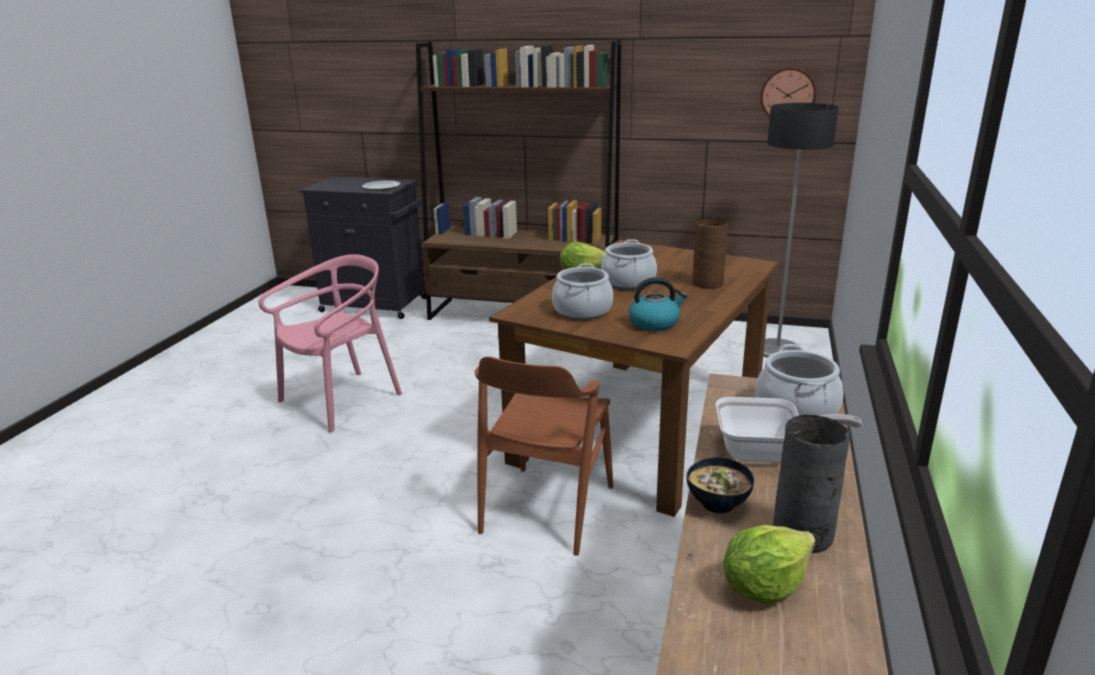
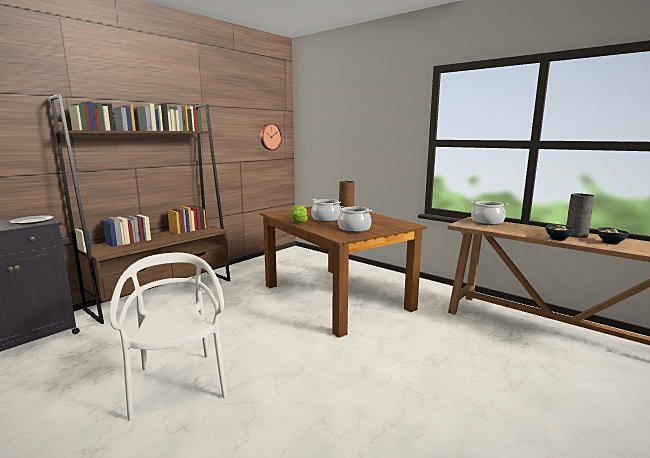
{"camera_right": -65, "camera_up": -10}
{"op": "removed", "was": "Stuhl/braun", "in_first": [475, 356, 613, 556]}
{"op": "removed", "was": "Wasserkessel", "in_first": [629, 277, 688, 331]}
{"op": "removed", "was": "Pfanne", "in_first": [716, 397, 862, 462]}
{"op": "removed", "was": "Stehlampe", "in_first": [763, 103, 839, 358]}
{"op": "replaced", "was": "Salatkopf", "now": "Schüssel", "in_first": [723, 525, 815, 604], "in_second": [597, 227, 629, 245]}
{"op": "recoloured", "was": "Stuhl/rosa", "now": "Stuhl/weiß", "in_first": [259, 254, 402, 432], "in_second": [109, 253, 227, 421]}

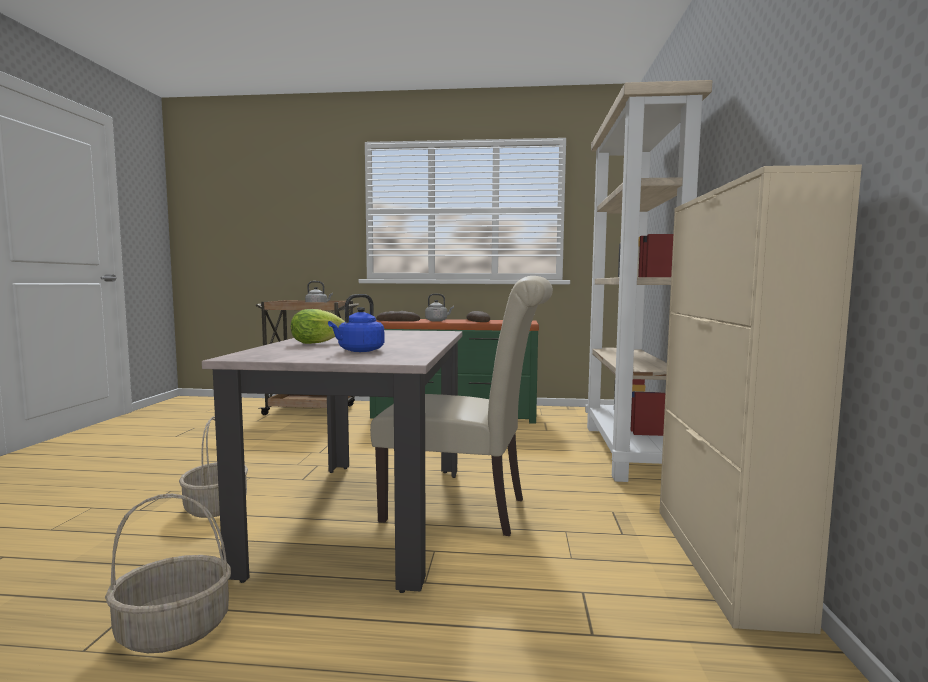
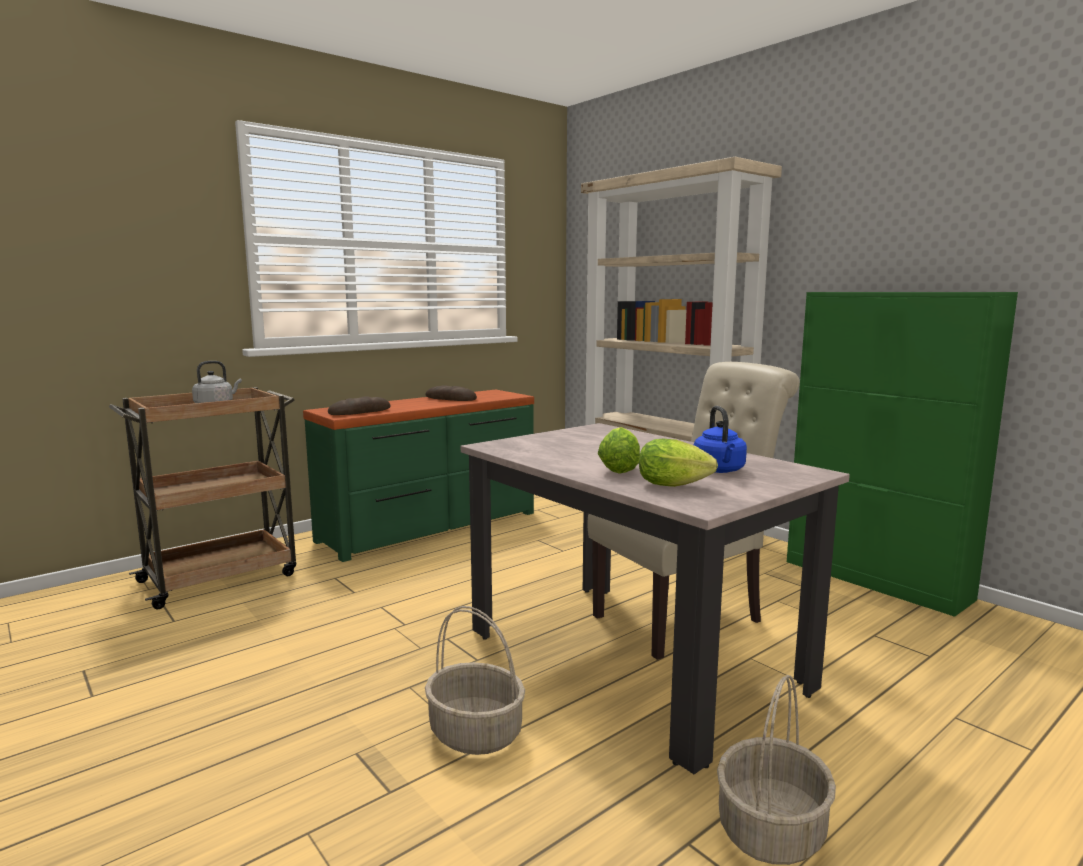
{"camera_right": -45, "camera_up": 5}
{"op": "removed", "was": "Wasserkessel/grau", "in_first": [425, 294, 454, 322]}
{"op": "added", "now": "Salatkopf", "in_second": [639, 439, 718, 487]}
{"op": "recoloured", "was": "Schrank/beige", "now": "Schrank/grün", "in_first": [659, 165, 862, 634], "in_second": [787, 292, 1018, 617]}

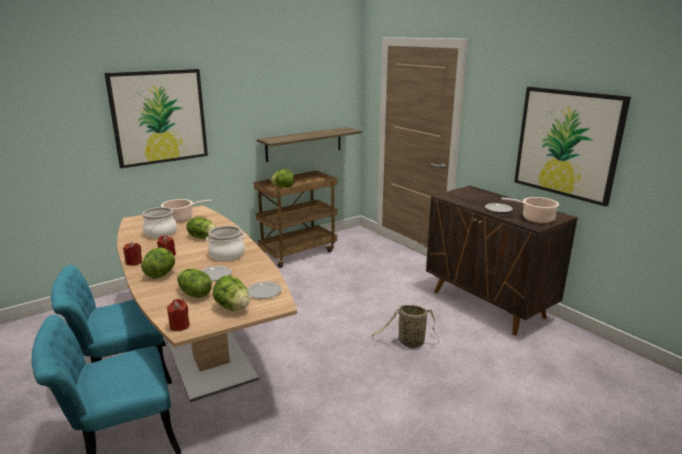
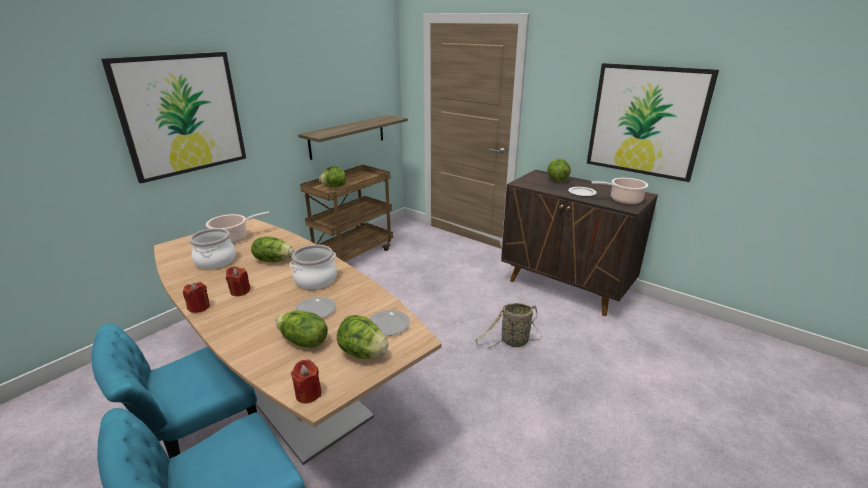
{"camera_right": -15, "camera_up": 5}
{"op": "moved", "was": "Salatkopf", "in_first": [141, 247, 175, 279], "in_second": [547, 158, 571, 182]}

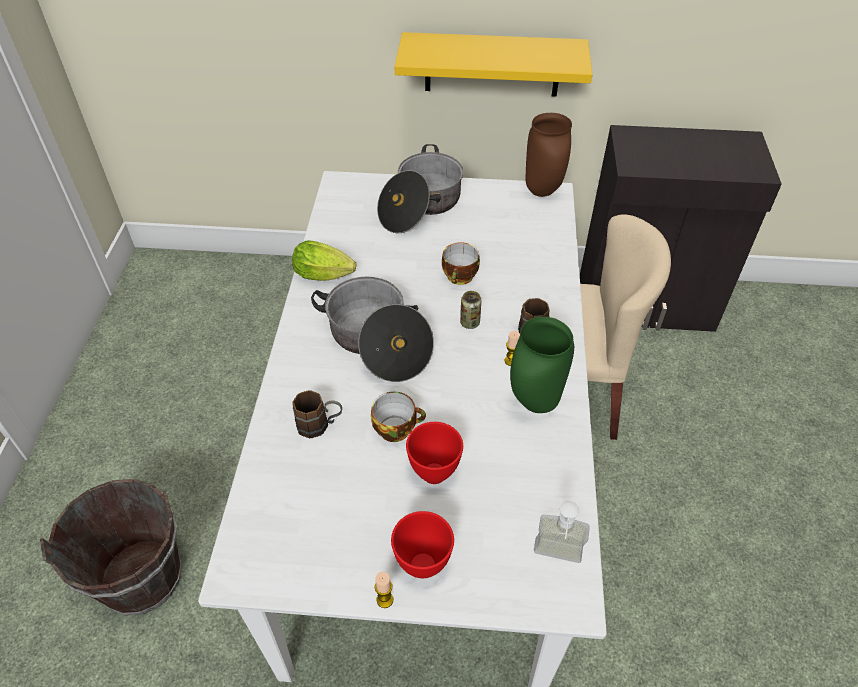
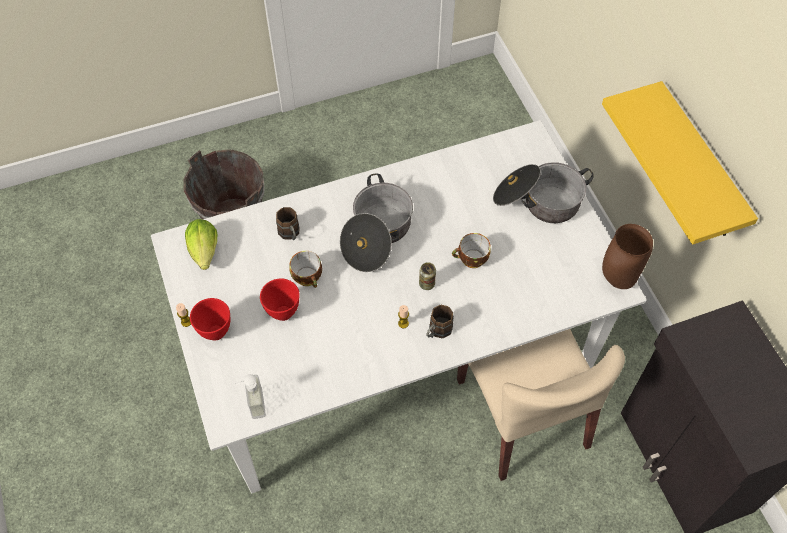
{"camera_right": 65, "camera_up": 10}
{"op": "removed", "was": "Vase/grün", "in_first": [510, 317, 574, 413]}
{"op": "moved", "was": "Salatkopf", "in_first": [292, 240, 356, 281], "in_second": [185, 219, 217, 270]}

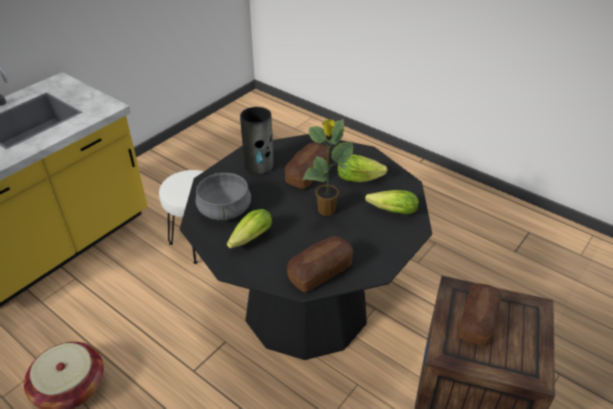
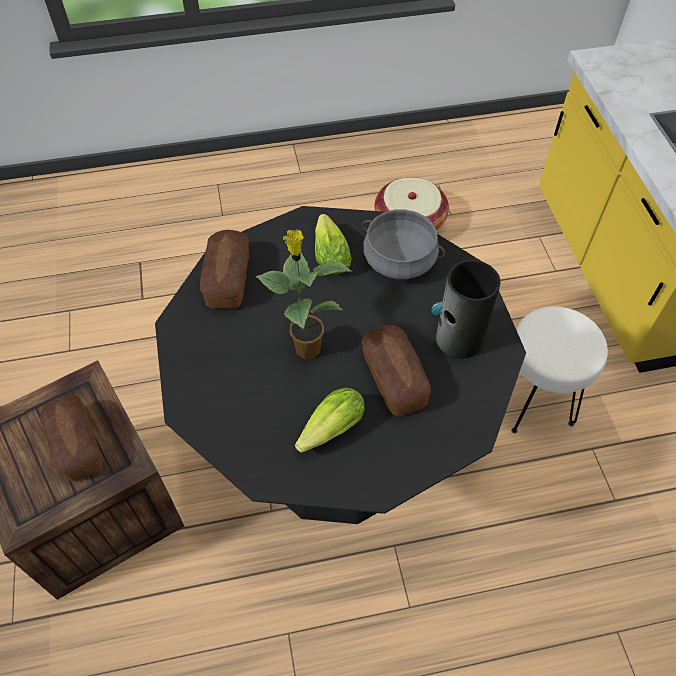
{"camera_right": 130, "camera_up": 15}
{"op": "removed", "was": "Salatkopf", "in_first": [365, 190, 419, 214]}

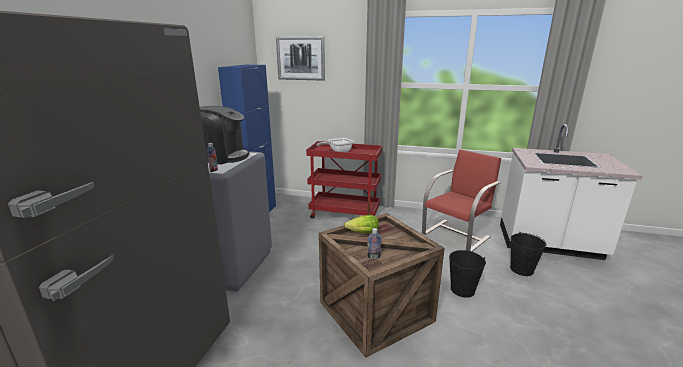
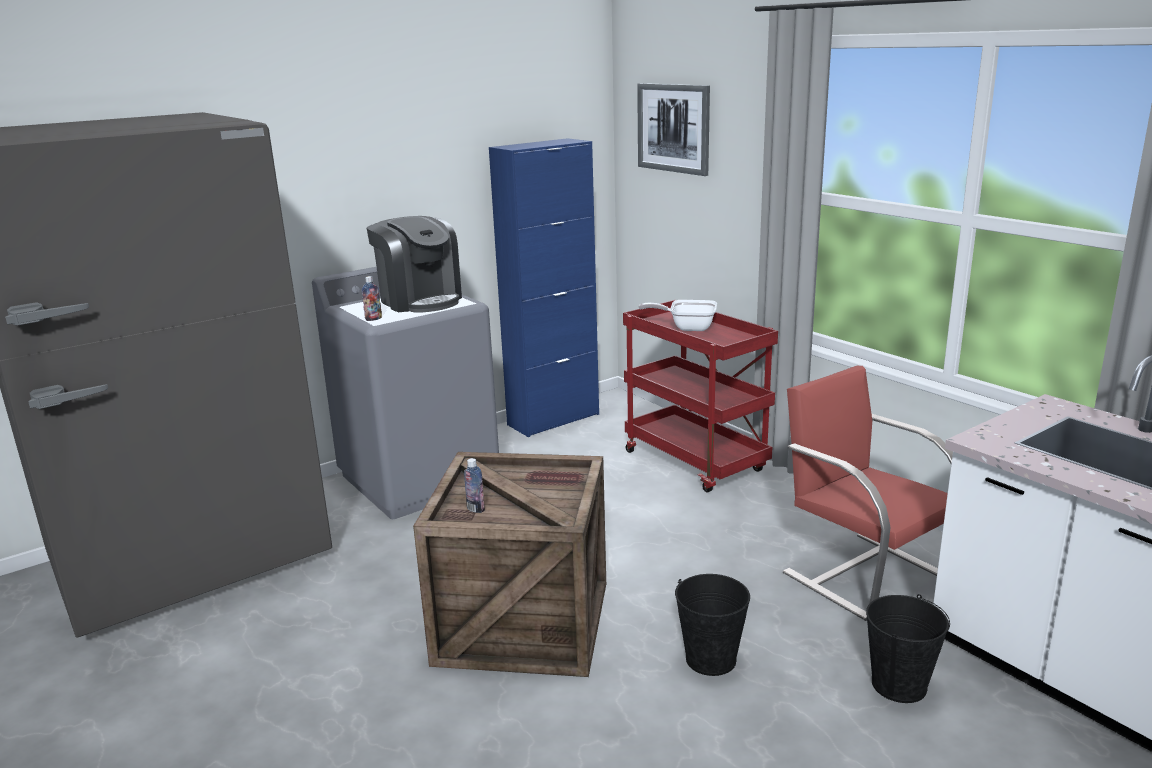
{"camera_right": 40, "camera_up": 0}
{"op": "removed", "was": "Salatkopf", "in_first": [344, 215, 379, 234]}
{"op": "turned", "was": "Stuhl/rot", "in_first": [422, 149, 501, 252], "in_second": [783, 366, 953, 621], "clockwise": -120}

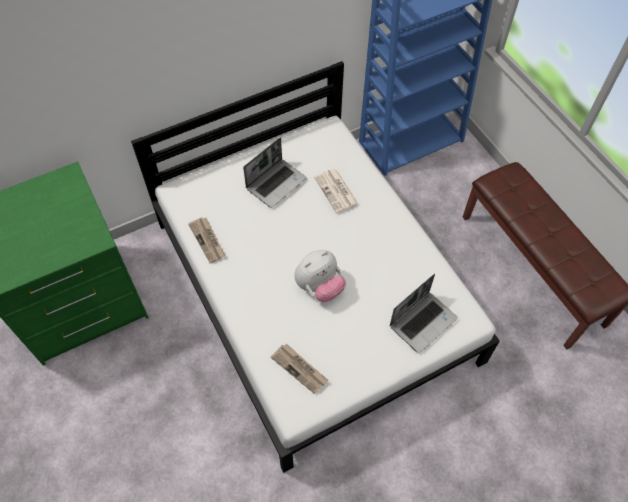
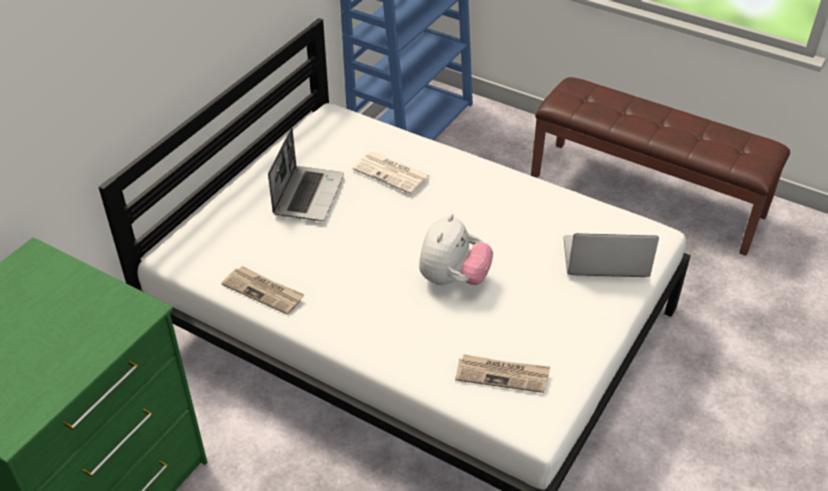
{"camera_right": -30, "camera_up": -15}
{"op": "turned", "was": "Laptop", "in_first": [390, 274, 458, 353], "in_second": [564, 233, 659, 277], "clockwise": -105}

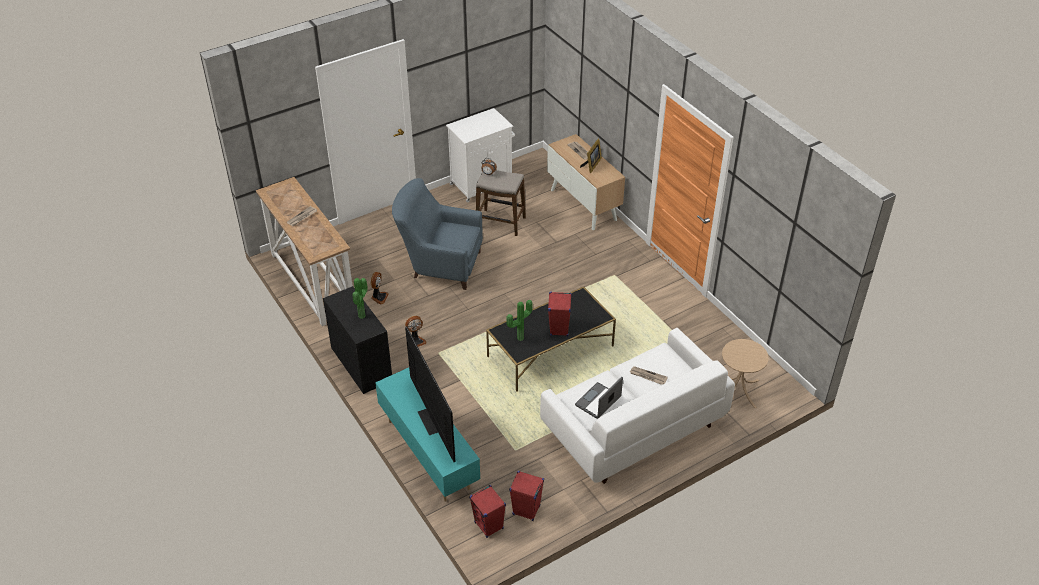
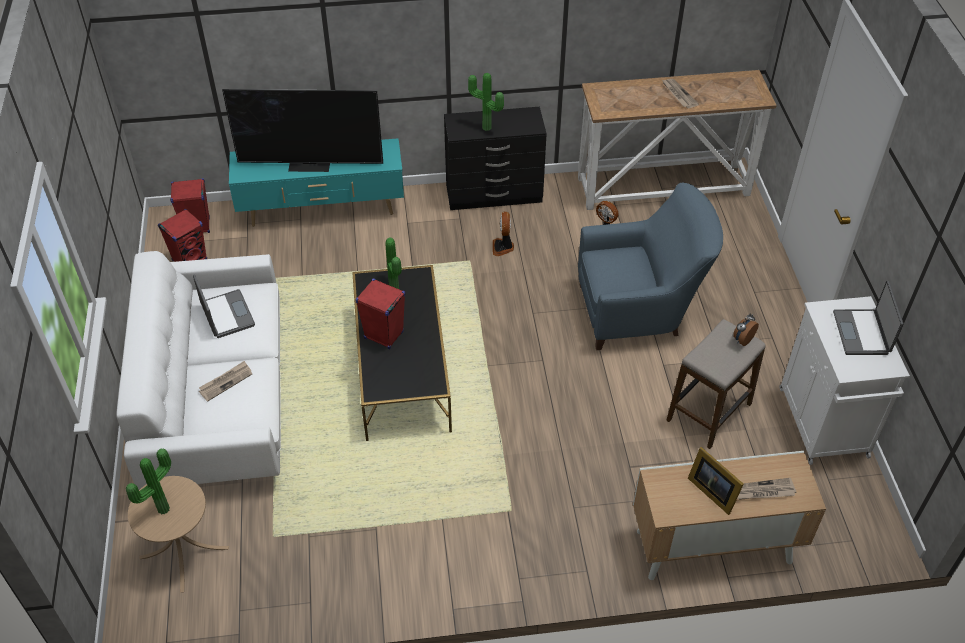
{"camera_right": 115, "camera_up": 5}
{"op": "added", "now": "Topfpflanze", "in_second": [126, 449, 171, 515]}
{"op": "added", "now": "Laptop", "in_second": [833, 281, 903, 355]}
{"op": "turned", "was": "Sessel/blau", "in_first": [392, 178, 483, 290], "in_second": [578, 183, 723, 350], "clockwise": 45}

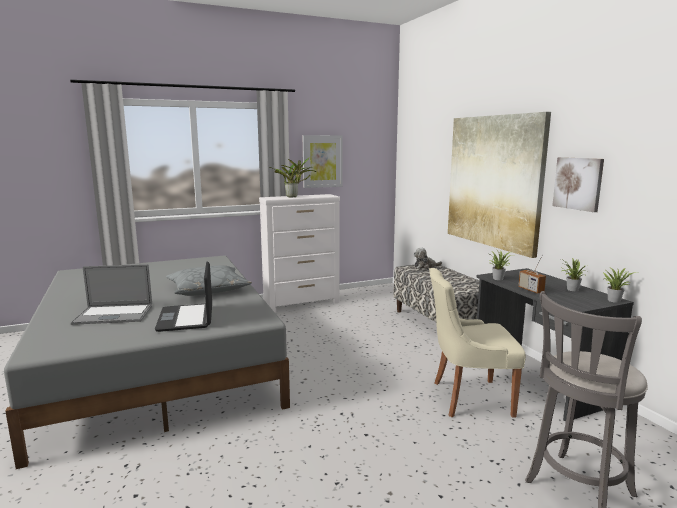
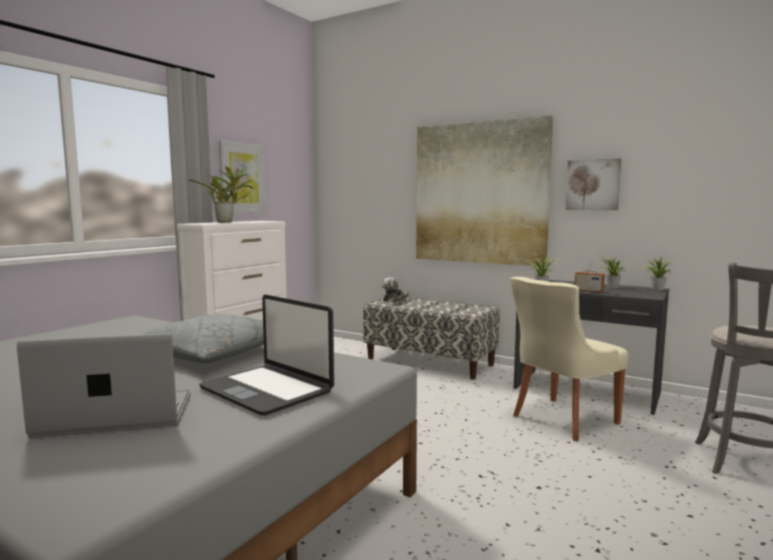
{"camera_right": -35, "camera_up": -5}
{"op": "turned", "was": "Laptop", "in_first": [71, 264, 152, 325], "in_second": [17, 333, 191, 438], "clockwise": -150}

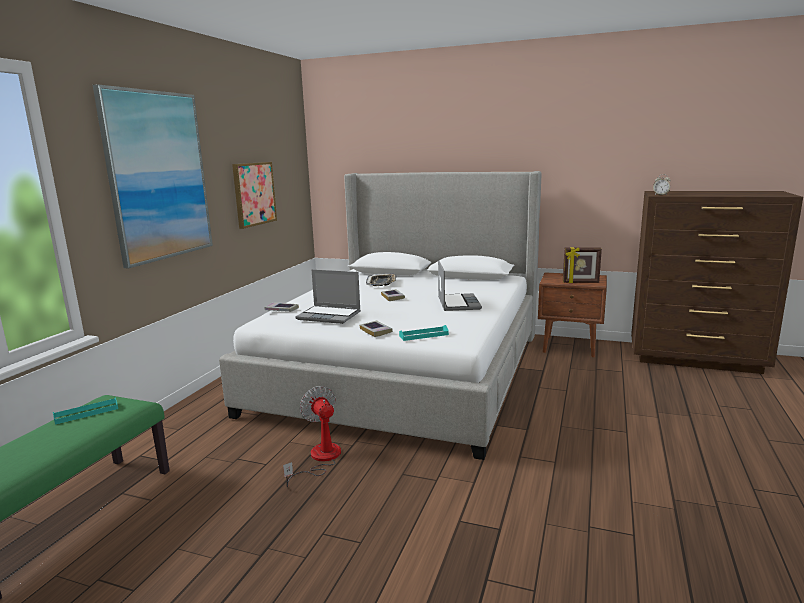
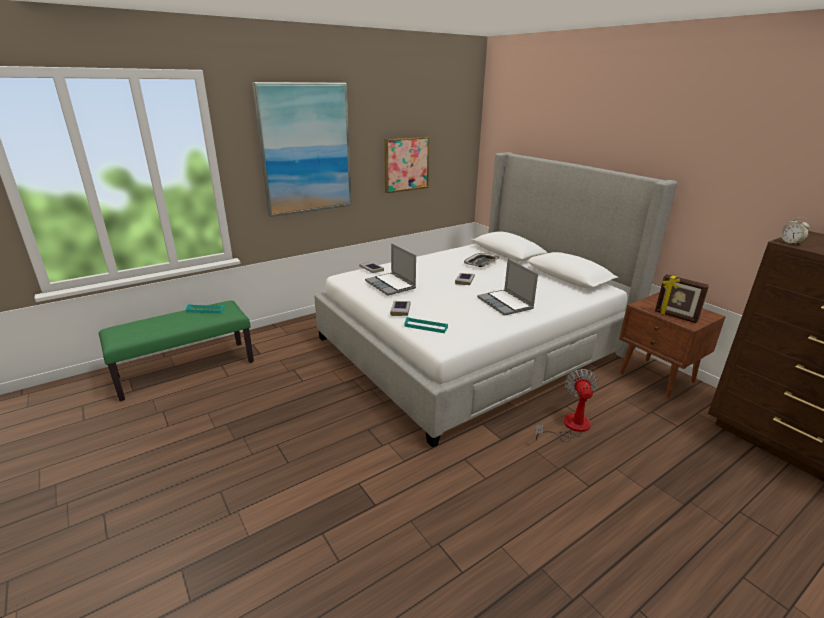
{"camera_right": 35, "camera_up": 10}
{"op": "moved", "was": "Ventilator", "in_first": [283, 386, 341, 487], "in_second": [535, 369, 598, 442]}
{"op": "turned", "was": "Laptop", "in_first": [438, 261, 482, 311], "in_second": [477, 259, 538, 316], "clockwise": 120}

